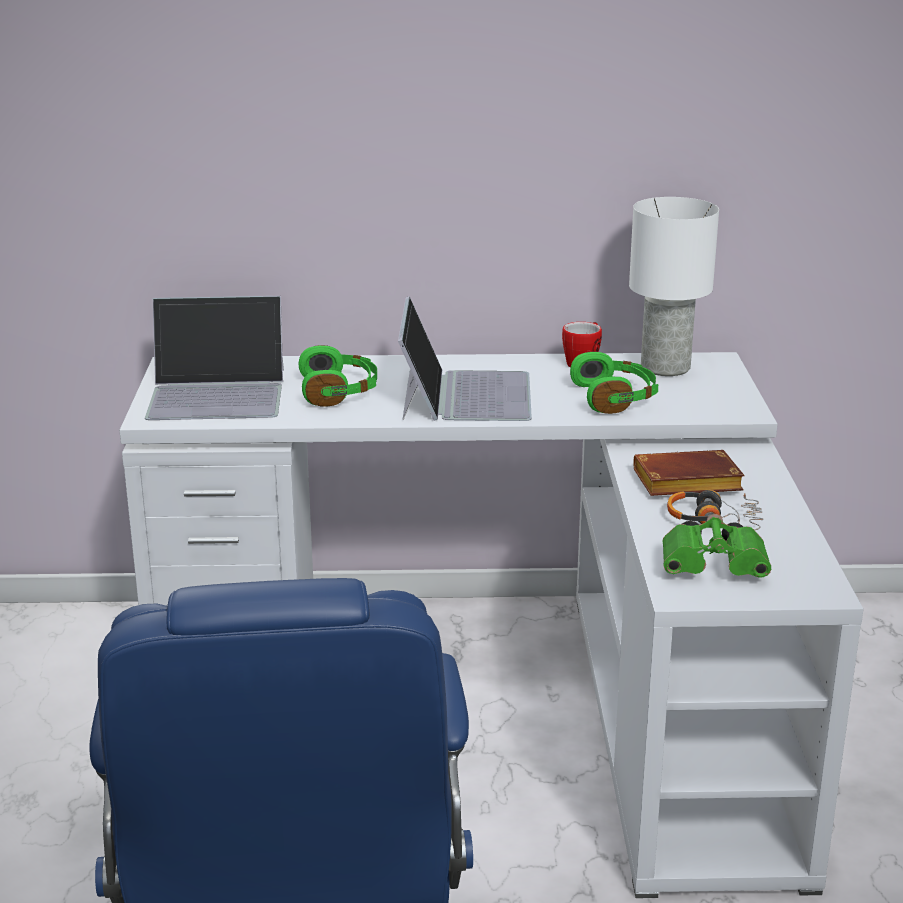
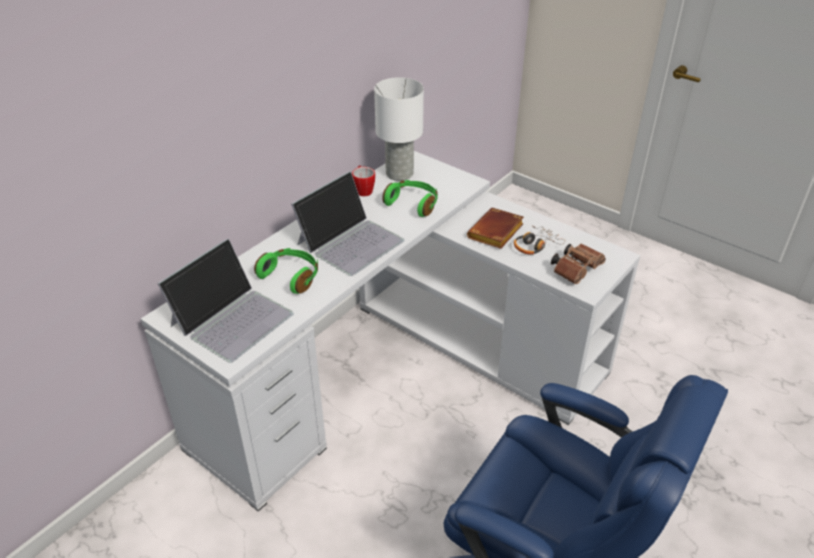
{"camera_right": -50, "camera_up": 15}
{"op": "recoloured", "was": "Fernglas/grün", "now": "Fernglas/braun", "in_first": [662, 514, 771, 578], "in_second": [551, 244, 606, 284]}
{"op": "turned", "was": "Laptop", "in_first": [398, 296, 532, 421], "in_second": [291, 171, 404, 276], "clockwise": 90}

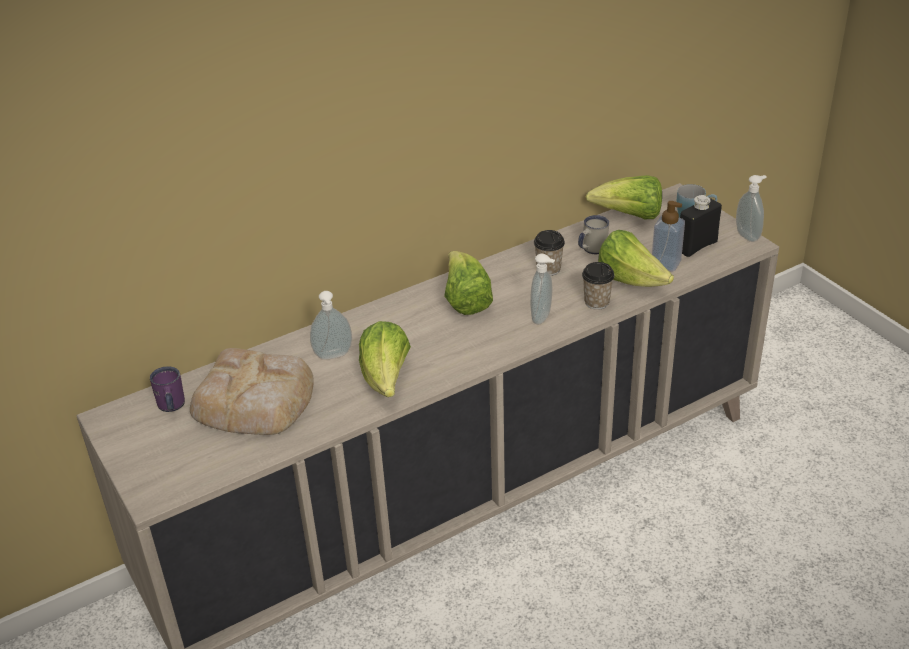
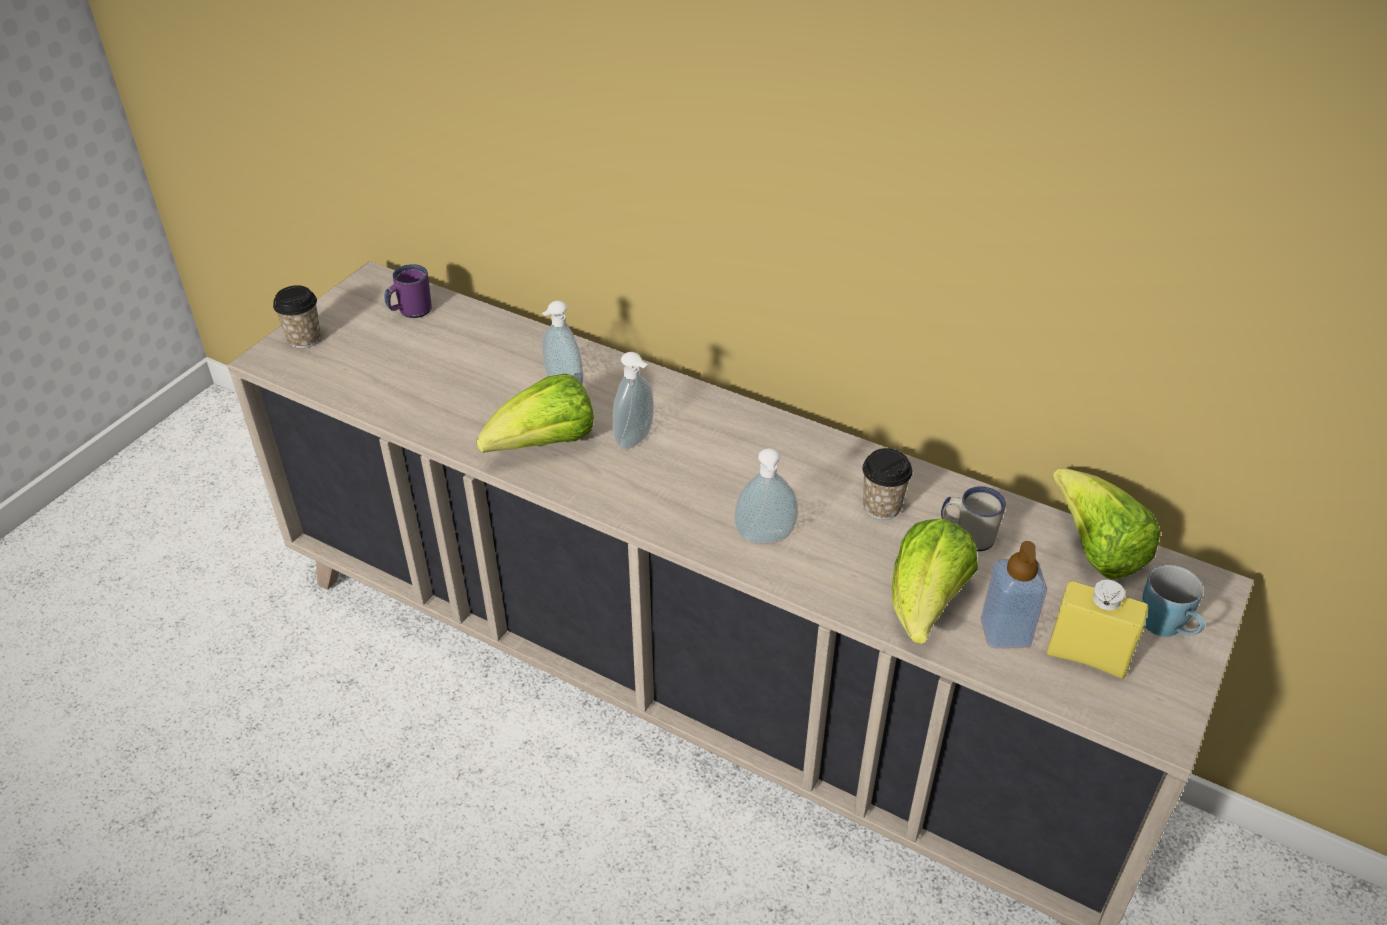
{"camera_right": 60, "camera_up": 5}
{"op": "removed", "was": "Brot", "in_first": [190, 348, 314, 435]}
{"op": "removed", "was": "Salatkopf", "in_first": [444, 251, 493, 315]}
{"op": "moved", "was": "Tasse", "in_first": [582, 262, 615, 310], "in_second": [273, 285, 321, 348]}
{"op": "moved", "was": "Seifenspender", "in_first": [736, 175, 767, 242], "in_second": [613, 352, 654, 449]}
{"op": "recoloured", "was": "Flasche/schwarz", "now": "Flasche/gelb", "in_first": [680, 195, 722, 257], "in_second": [1047, 579, 1148, 679]}

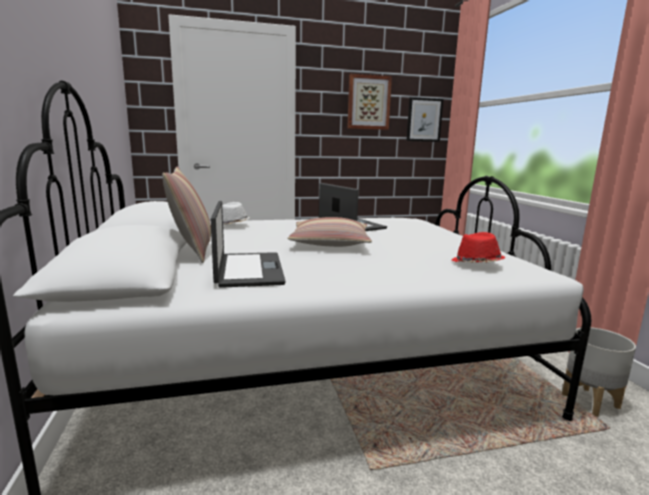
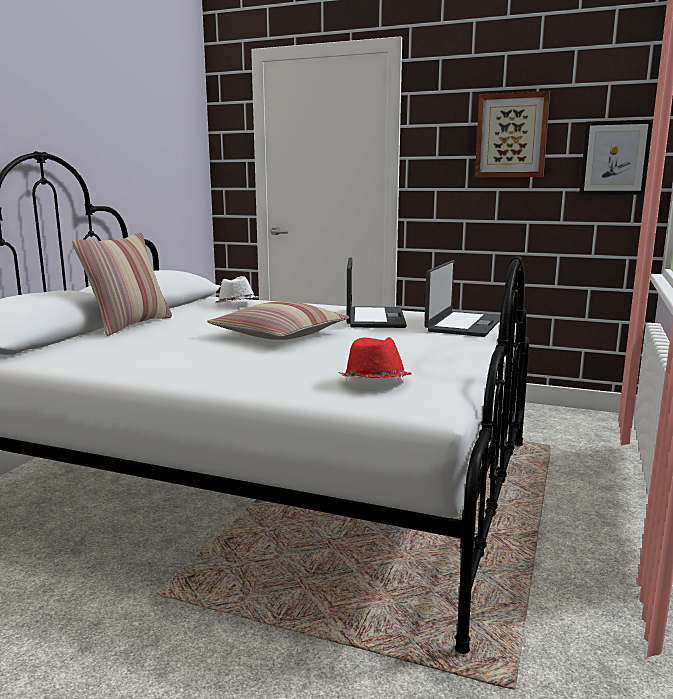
{"camera_right": 35, "camera_up": 0}
{"op": "removed", "was": "Pflanzkübel/grau", "in_first": [562, 327, 636, 417]}
{"op": "moved", "was": "Laptop", "in_first": [211, 201, 285, 288], "in_second": [424, 260, 501, 337]}

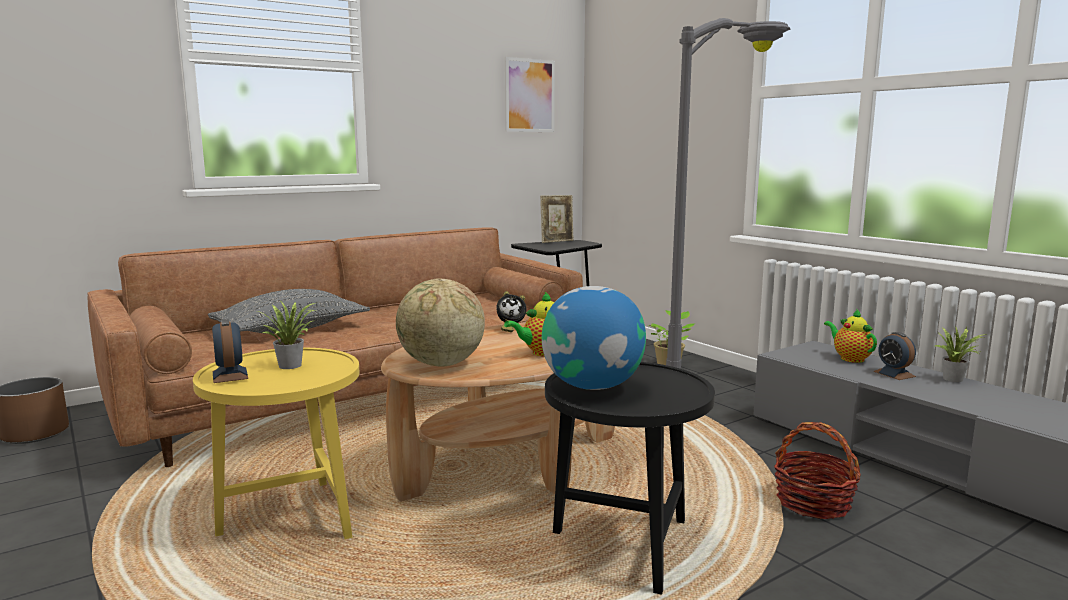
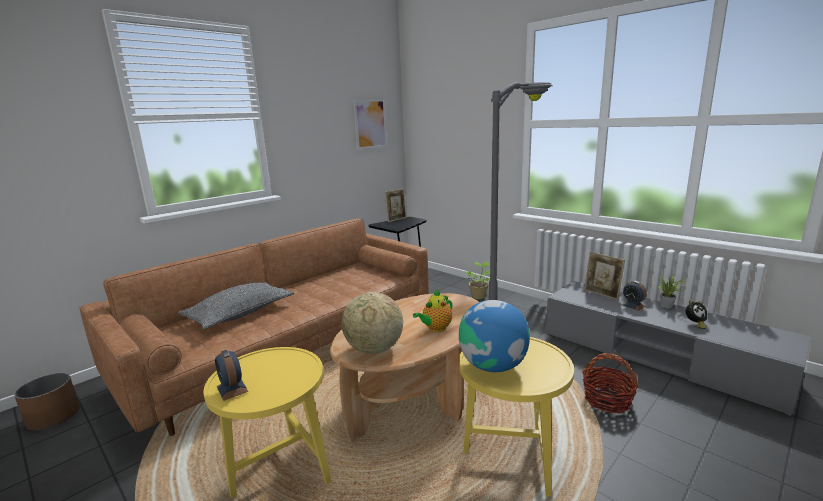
{"camera_right": -10, "camera_up": 5}
{"op": "removed", "was": "Topfpflanze", "in_first": [257, 301, 315, 369]}
{"op": "moved", "was": "Wecker", "in_first": [496, 291, 526, 332], "in_second": [686, 300, 707, 329]}
{"op": "replaced", "was": "Teekanne", "now": "Bilderrahmen", "in_first": [824, 308, 877, 363], "in_second": [584, 252, 625, 300]}
{"op": "recoloured", "was": "Beistelltisch/schwarz", "now": "Beistelltisch/gelb", "in_first": [545, 362, 715, 595], "in_second": [459, 337, 574, 497]}

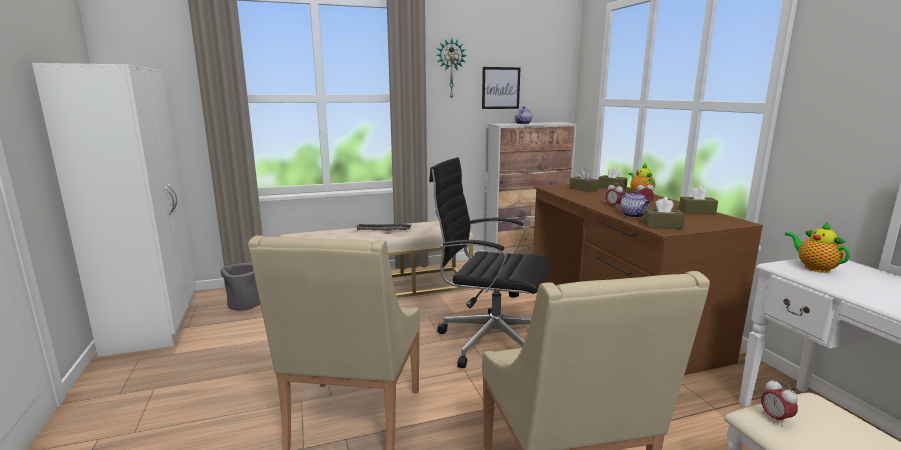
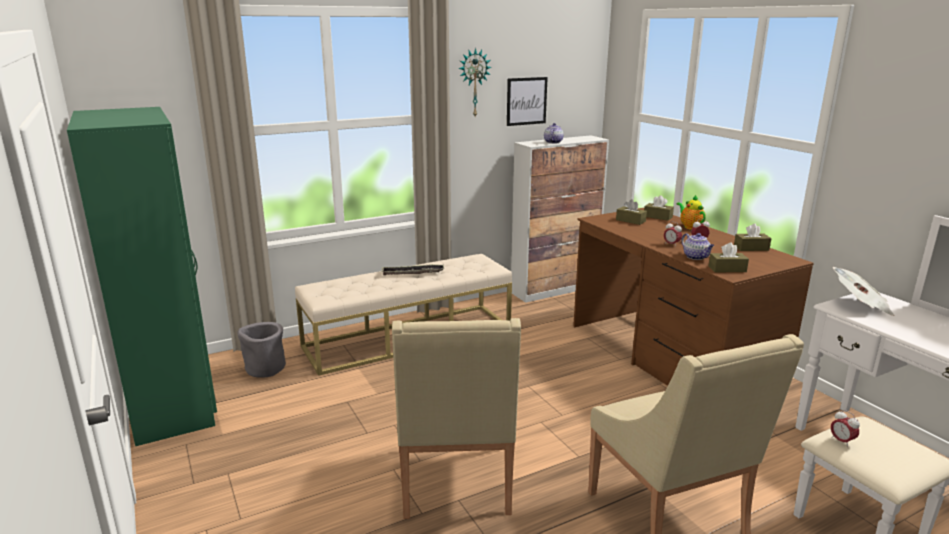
{"camera_right": -10, "camera_up": 5}
{"op": "removed", "was": "Bürostuhl/schwarz", "in_first": [429, 157, 550, 368]}
{"op": "replaced", "was": "Teekanne", "now": "Zeitung", "in_first": [785, 221, 850, 273], "in_second": [833, 267, 894, 316]}
{"op": "recoloured", "was": "Kleiderschrank/weiß", "now": "Kleiderschrank/grün", "in_first": [32, 63, 196, 357], "in_second": [67, 107, 217, 446]}

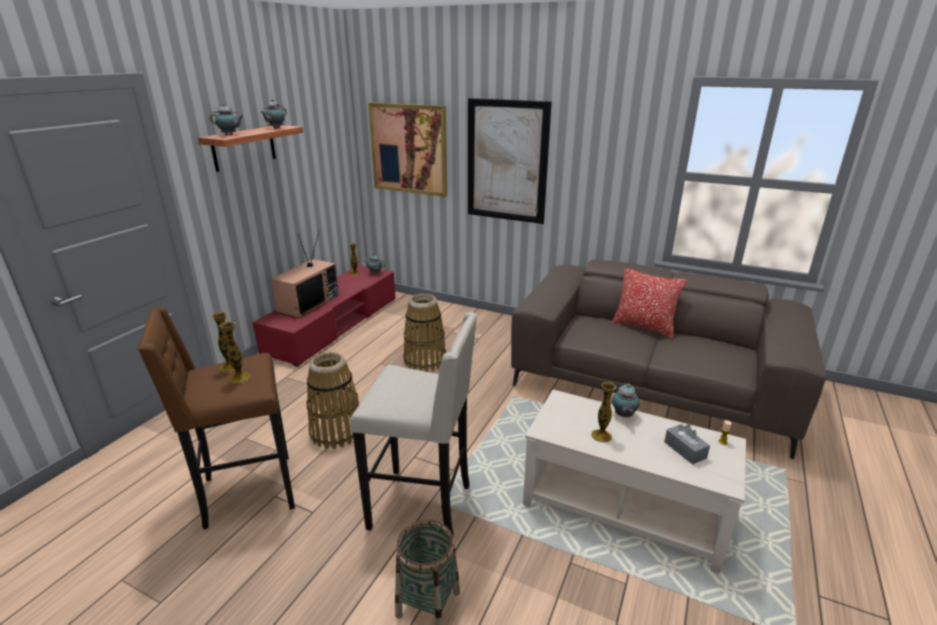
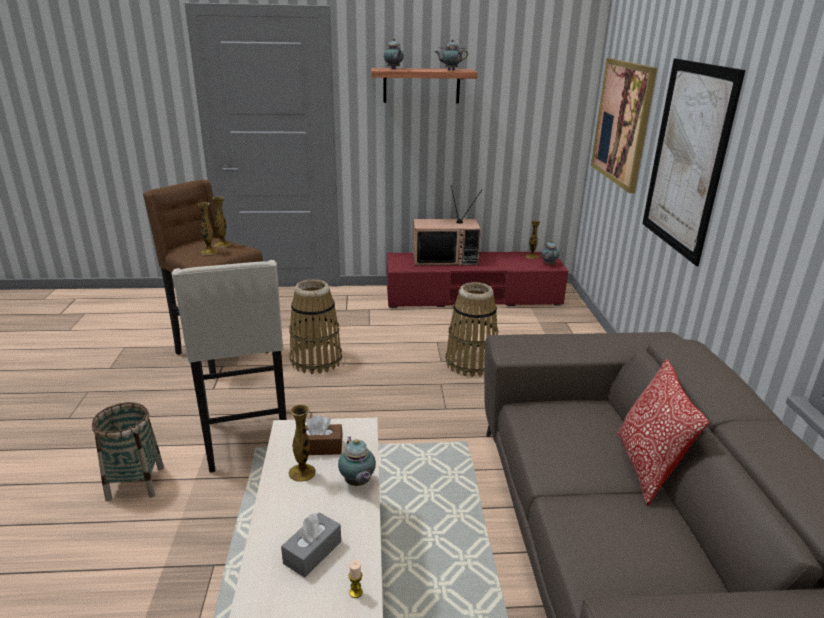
{"camera_right": 60, "camera_up": 0}
{"op": "added", "now": "Taschentuchbox/braun", "in_second": [305, 415, 343, 455]}
{"op": "turned", "was": "Teekanne", "in_first": [612, 382, 640, 417], "in_second": [338, 436, 376, 486], "clockwise": -90}

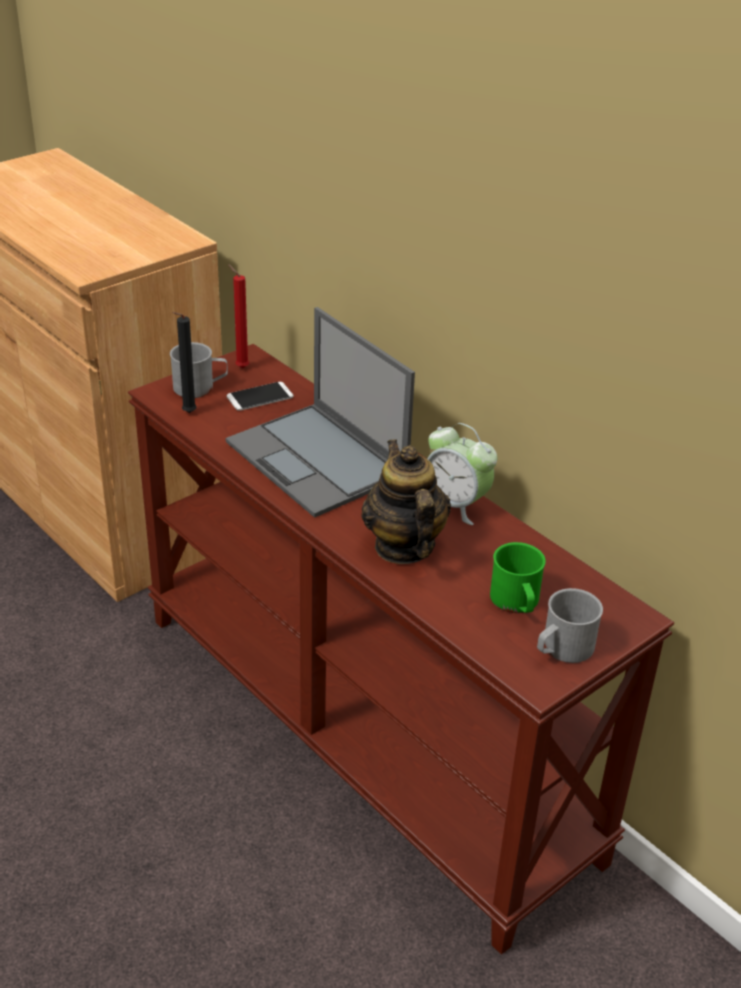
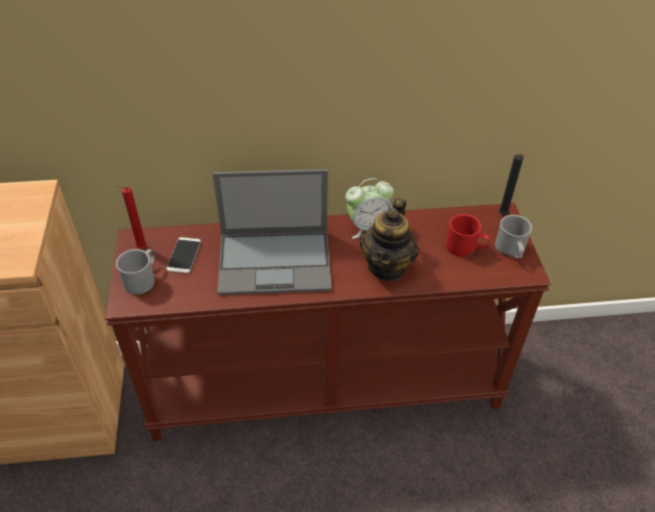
{"camera_right": -55, "camera_up": 10}
{"op": "moved", "was": "Kerze/schwarz", "in_first": [172, 312, 197, 413], "in_second": [499, 154, 525, 215]}
{"op": "recoloured", "was": "Henkelbecher/grün", "now": "Henkelbecher/rot", "in_first": [490, 542, 546, 613], "in_second": [446, 214, 490, 257]}
{"op": "turned", "was": "Teekanne", "in_first": [361, 439, 451, 564], "in_second": [360, 197, 418, 281], "clockwise": -90}

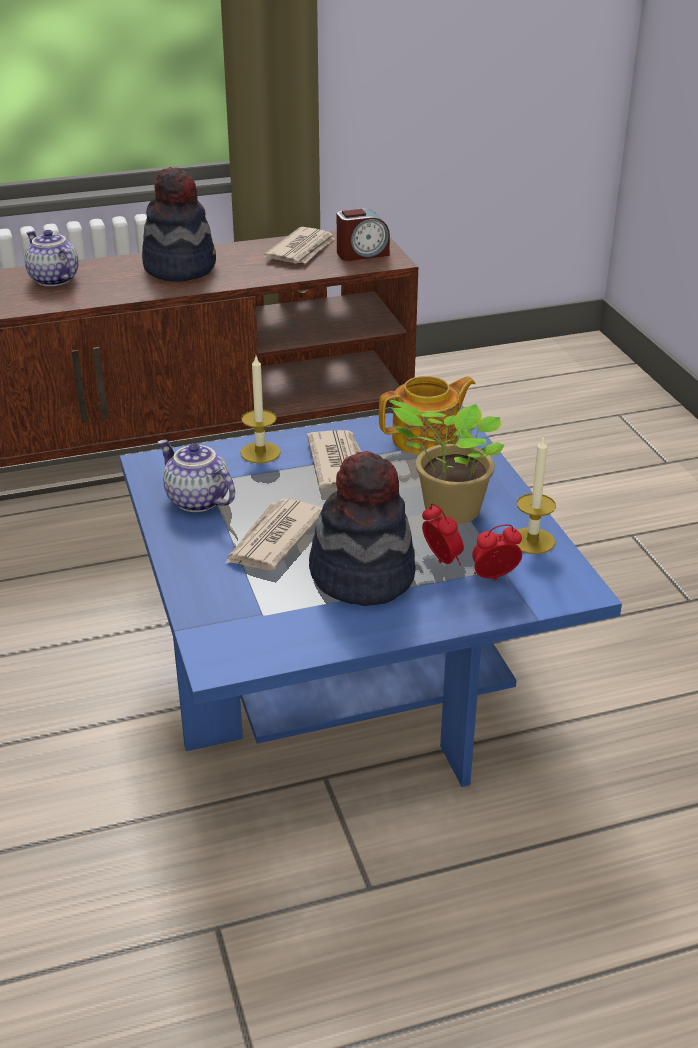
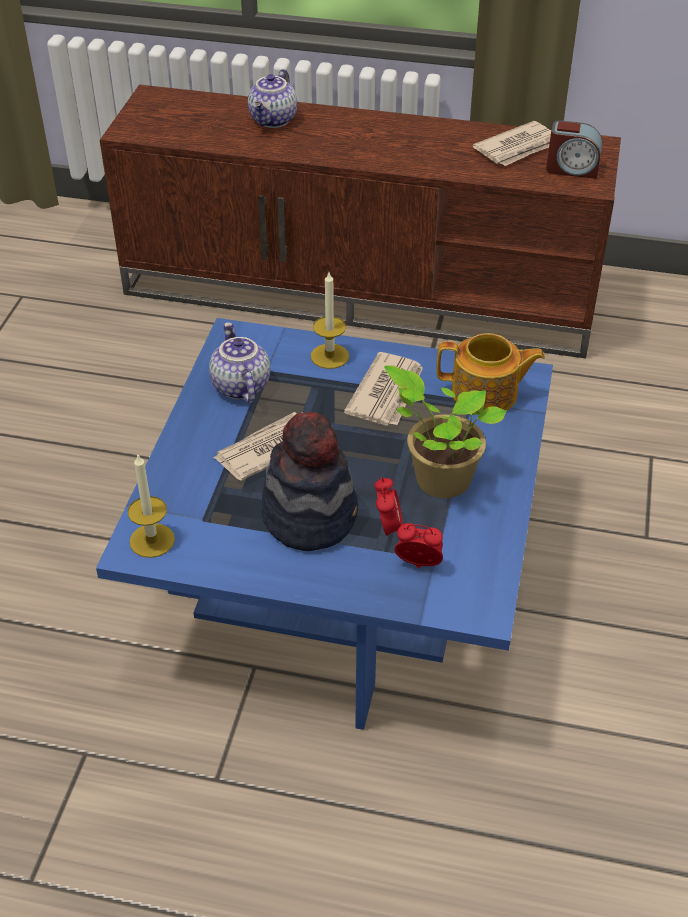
{"camera_right": 30, "camera_up": 10}
{"op": "removed", "was": "Hut", "in_first": [142, 167, 216, 282]}
{"op": "moved", "was": "Kerze", "in_first": [515, 436, 556, 554], "in_second": [127, 453, 175, 558]}
{"op": "turned", "was": "Teekanne", "in_first": [24, 230, 79, 286], "in_second": [248, 69, 297, 128], "clockwise": -150}

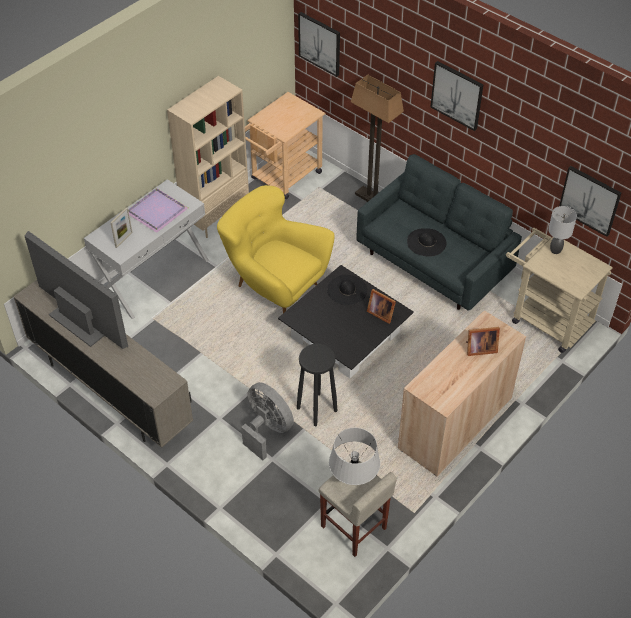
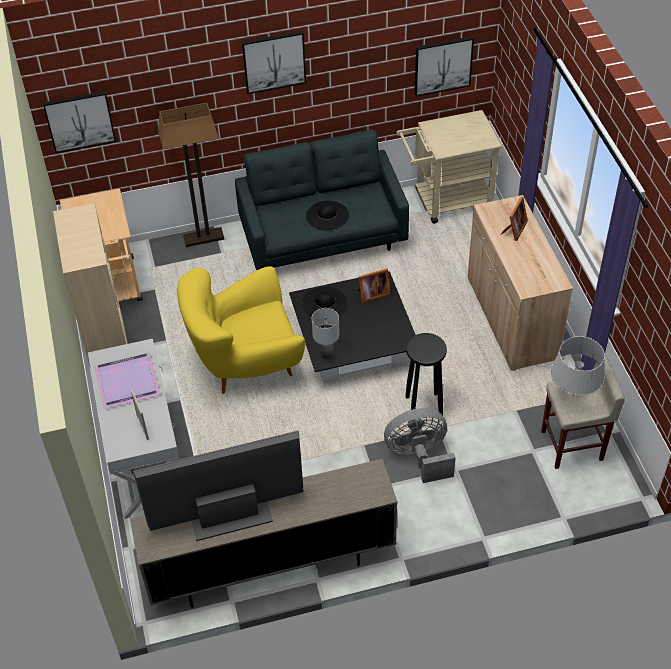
{"camera_right": -55, "camera_up": 0}
{"op": "moved", "was": "Tischlampe/grau", "in_first": [548, 206, 577, 254], "in_second": [312, 308, 340, 359]}

